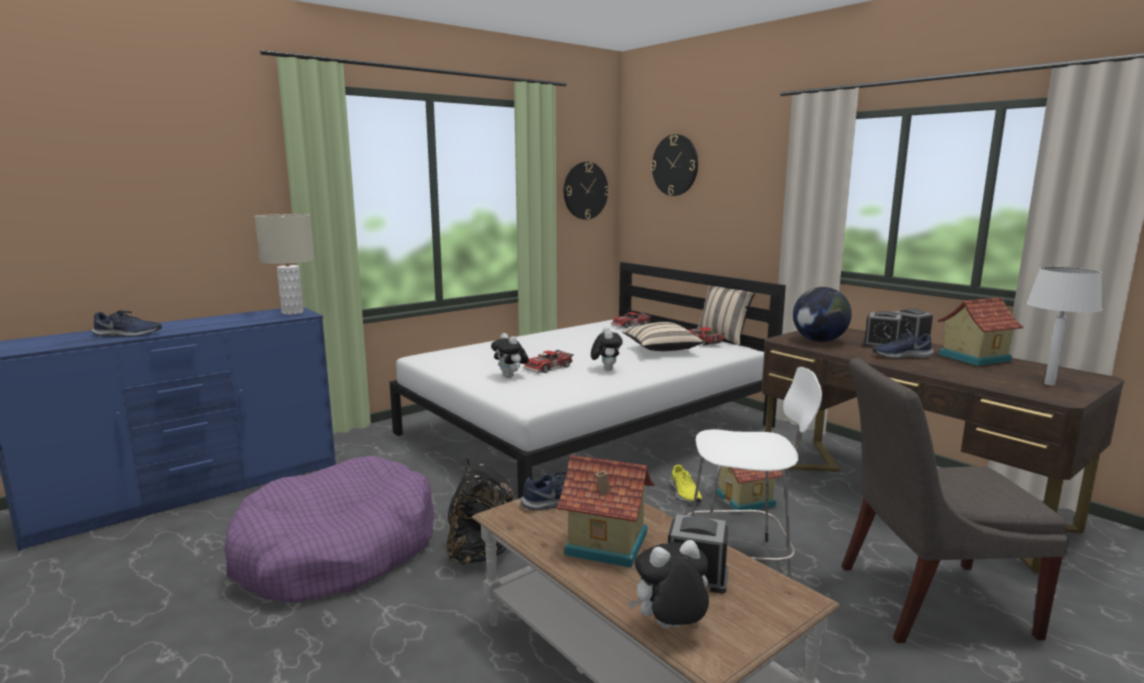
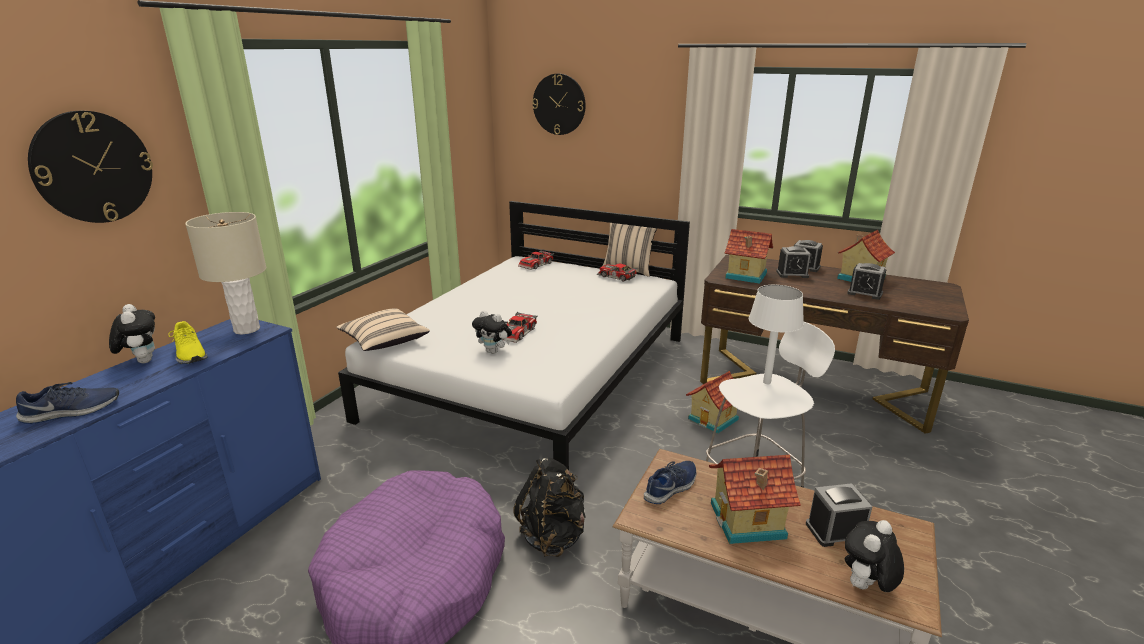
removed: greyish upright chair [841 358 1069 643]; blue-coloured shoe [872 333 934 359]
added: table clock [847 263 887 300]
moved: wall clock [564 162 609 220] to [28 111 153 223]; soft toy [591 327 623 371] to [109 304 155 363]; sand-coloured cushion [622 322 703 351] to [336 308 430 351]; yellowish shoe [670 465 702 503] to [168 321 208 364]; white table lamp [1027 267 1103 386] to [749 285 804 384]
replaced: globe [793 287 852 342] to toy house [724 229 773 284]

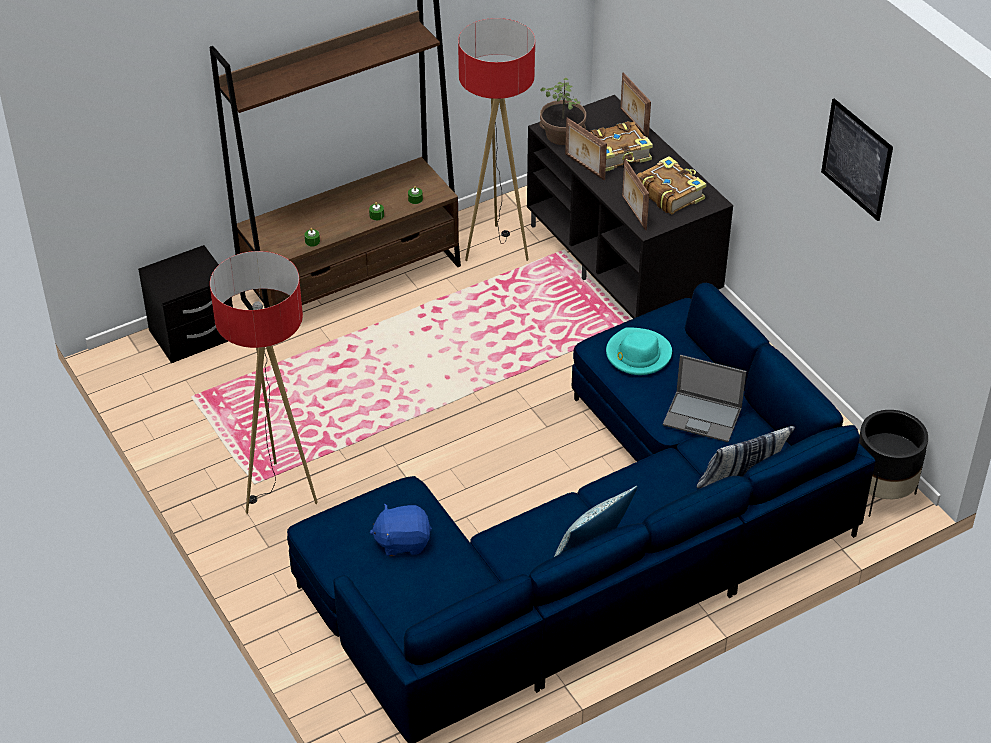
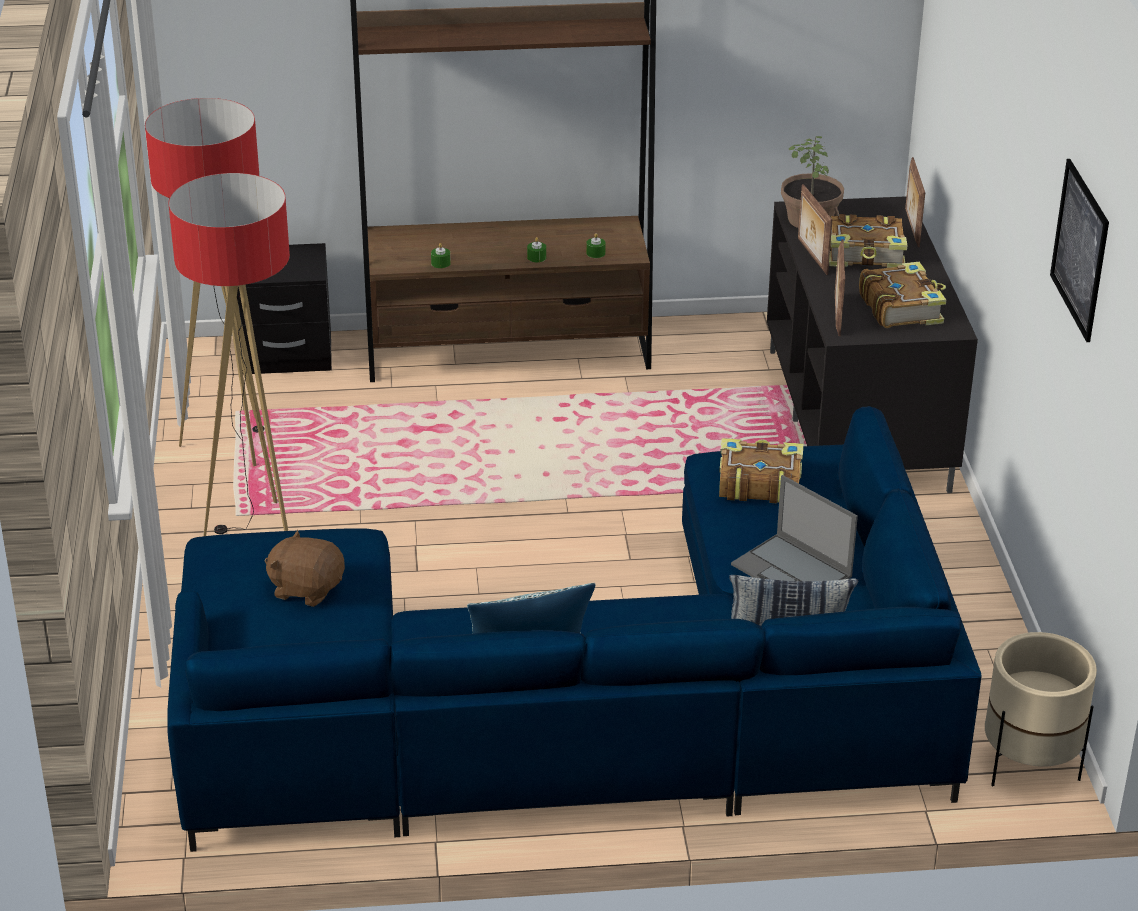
moved: floor lamp [458 18 535 261] to [145 98 265 466]
replaced: turquoise-coloured clothing hat [606 327 672 375] to volume [719 438 803 503]
recoloured: blue-coloured soft toy [370 504 432 556] to brown soft toy [265 530 345 607]; black planter [859 410 928 517] to sand-coloured planter [985 632 1097 786]

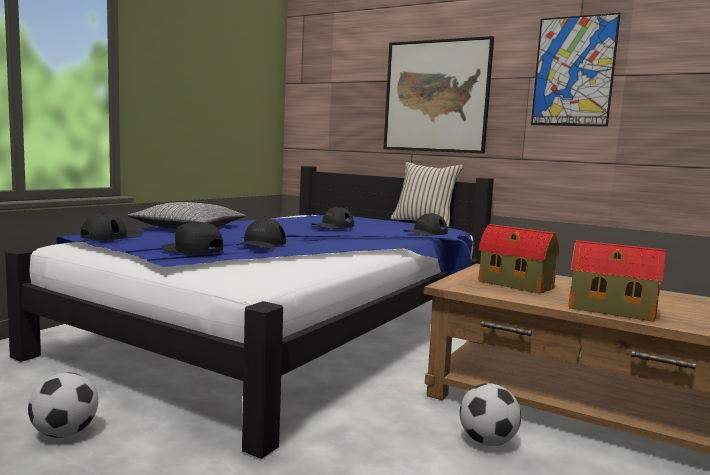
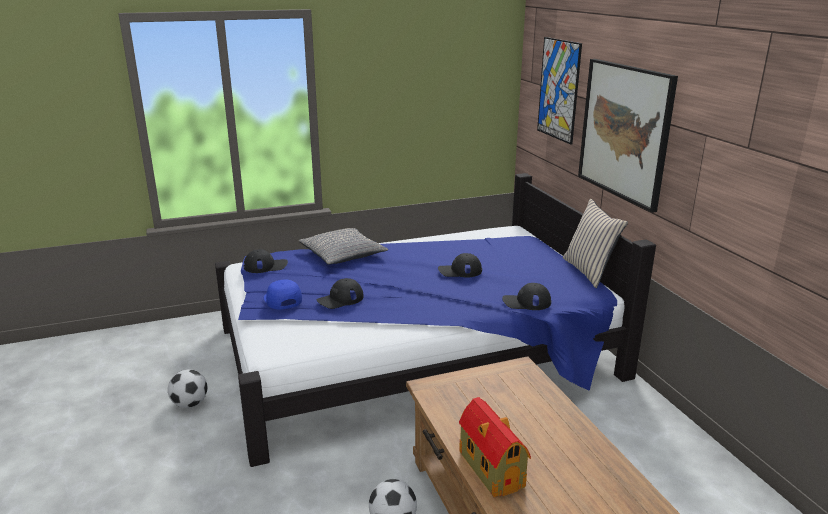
removed: toy house [478 224 559 294]
moved: wall art [531 13 621 127] to [537 37 582 145]
recoloured: black cap [161 222 223 254] to blue-coloured cap [264 280 302 310]

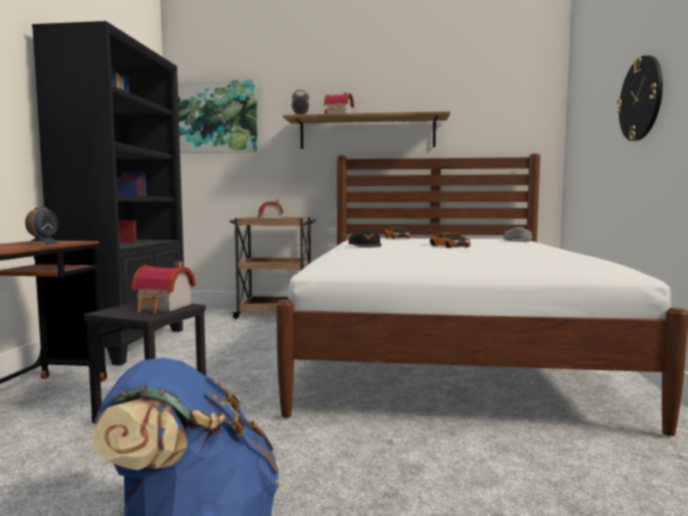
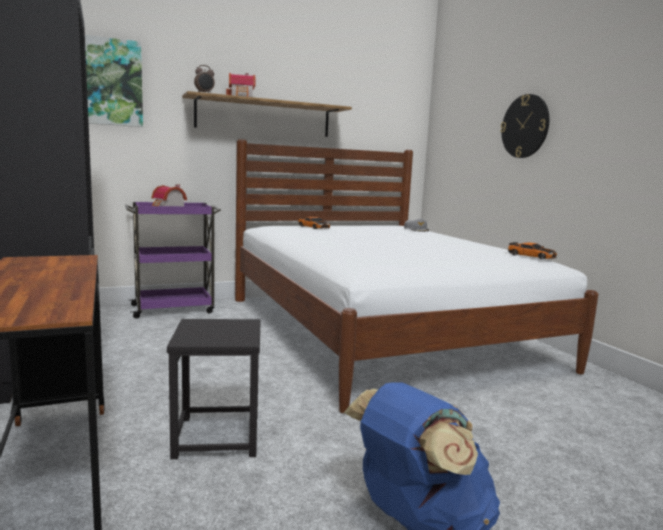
removed: table clock [24 206 61 245]; toy house [131 261 196 313]; black cap [349 230 382 247]
moved: toy car [430 233 471 248] to [507 242 557 259]
recoloured: brown wheeled cart [229 217 316 319] to purple-coloured wheeled cart [125 202 221 319]

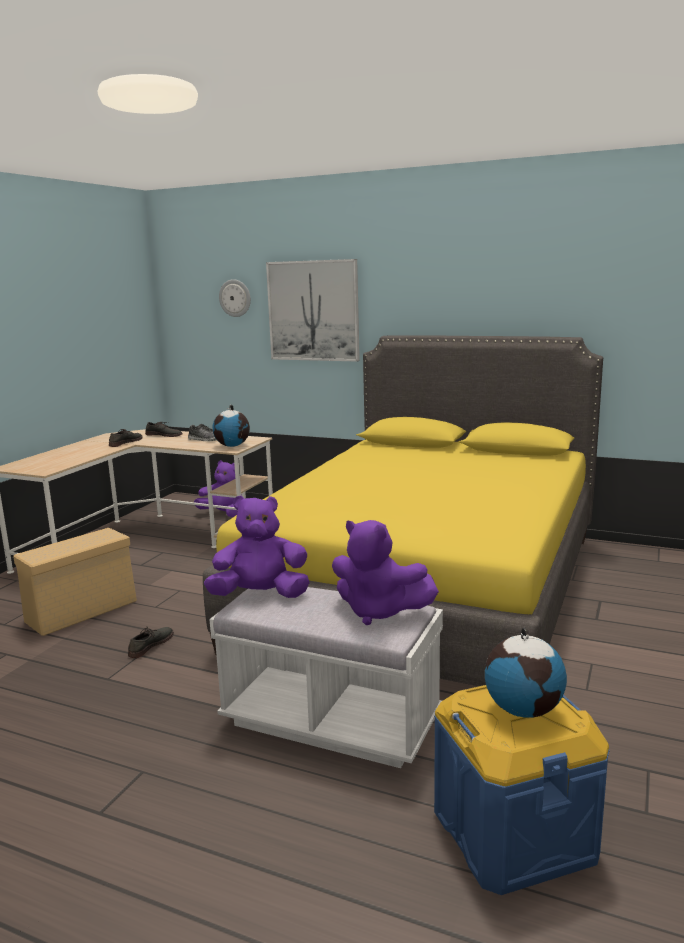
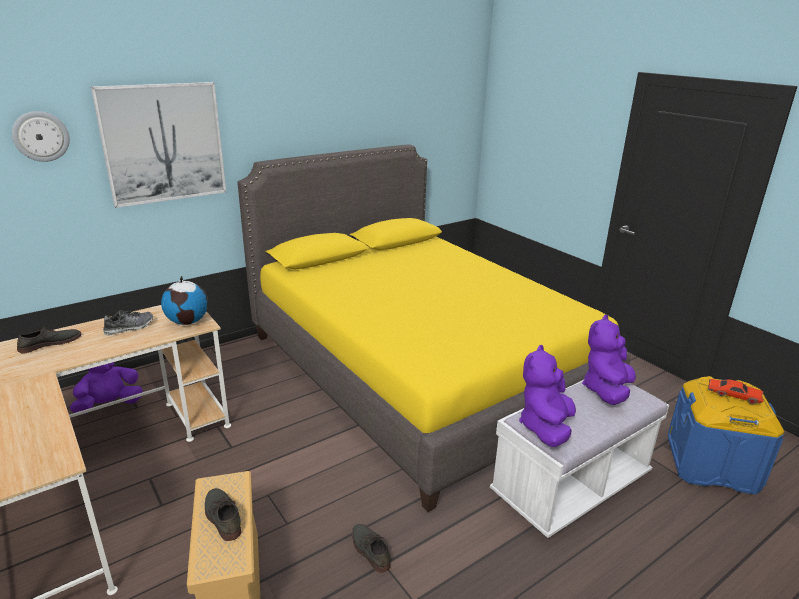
moved: greyish shoe [109 429 143 447] to [205 488 241 541]
replaced: globe [485 627 567 718] to red-coloured toy car [708 379 764 404]
turned: purple-coloured soft toy [332 520 439 625] = [582 315 636 405] 150 degrees clockwise

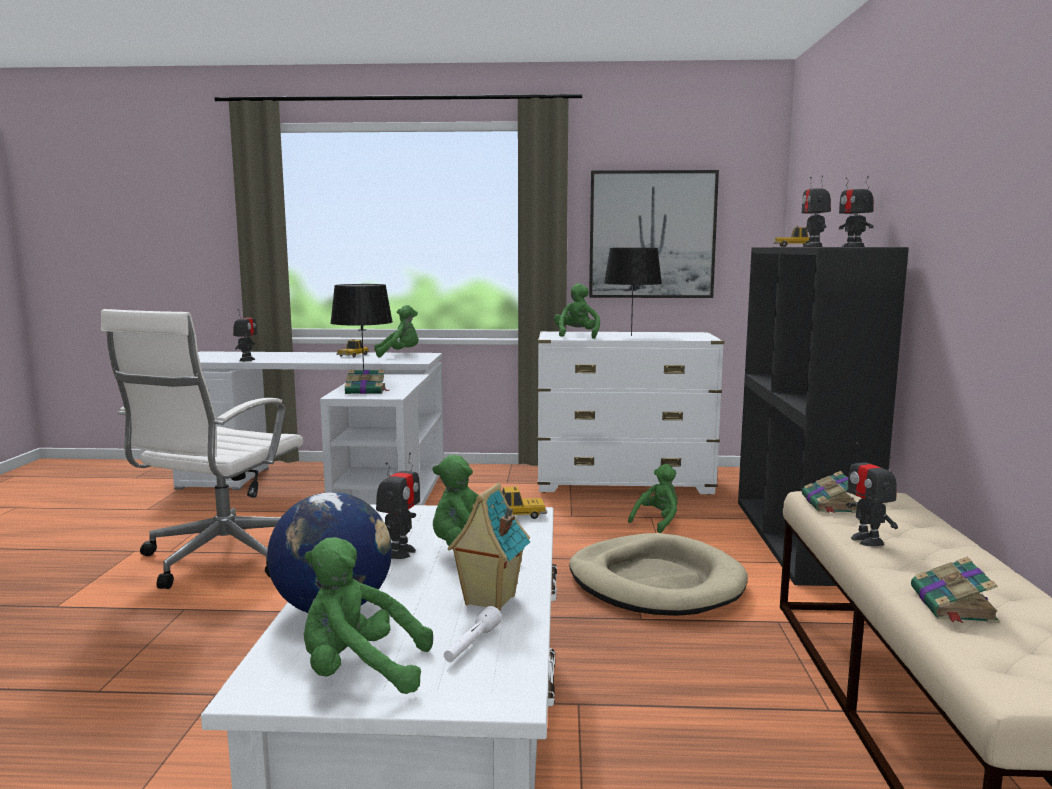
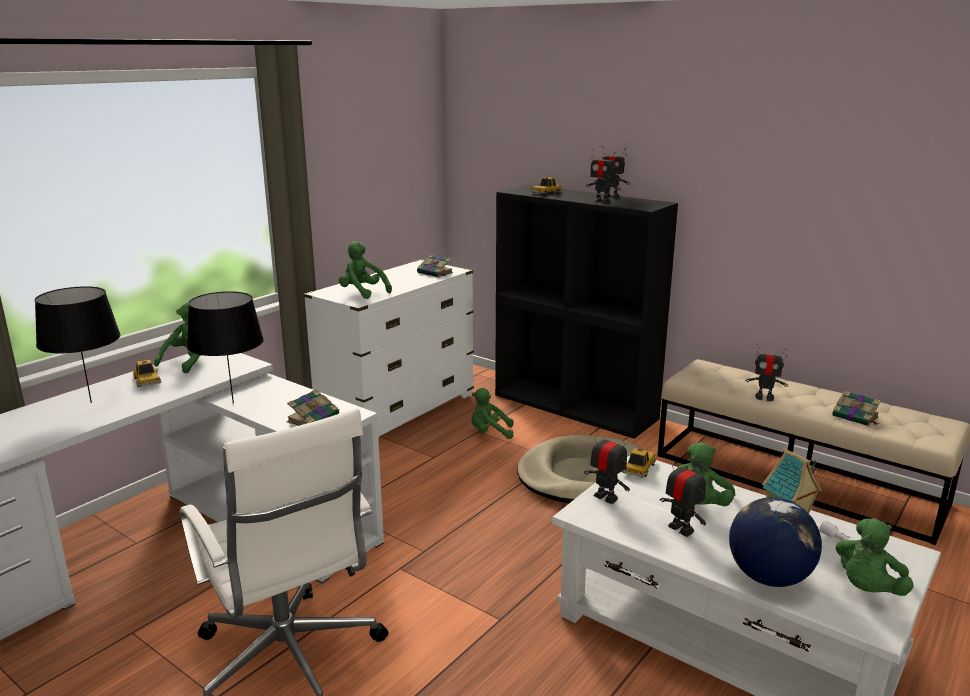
removed: wall art [589 170 719 298]
moved: toy robot [233 308 257 361] to [584 428 630 504]; black table lamp [604 248 662 336] to [35 286 121 403]; volume [802 471 857 513] to [417 254 453 278]
turned: green soft toy [628 464 677 533] = [471 388 513 439] 75 degrees counterclockwise

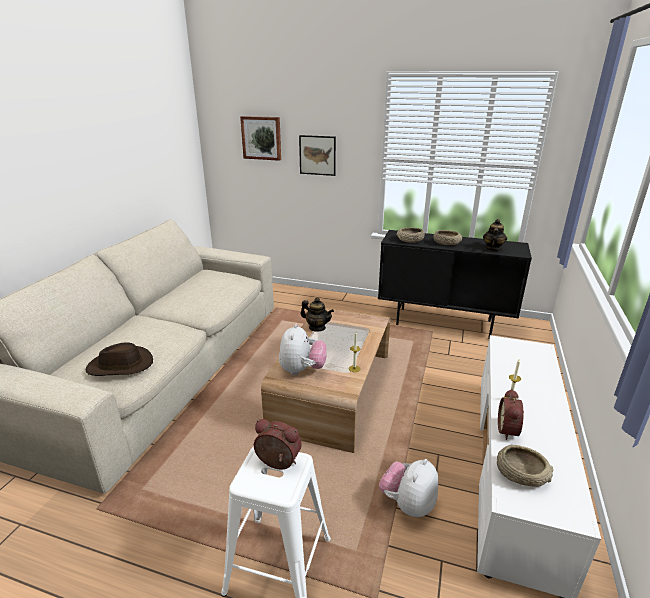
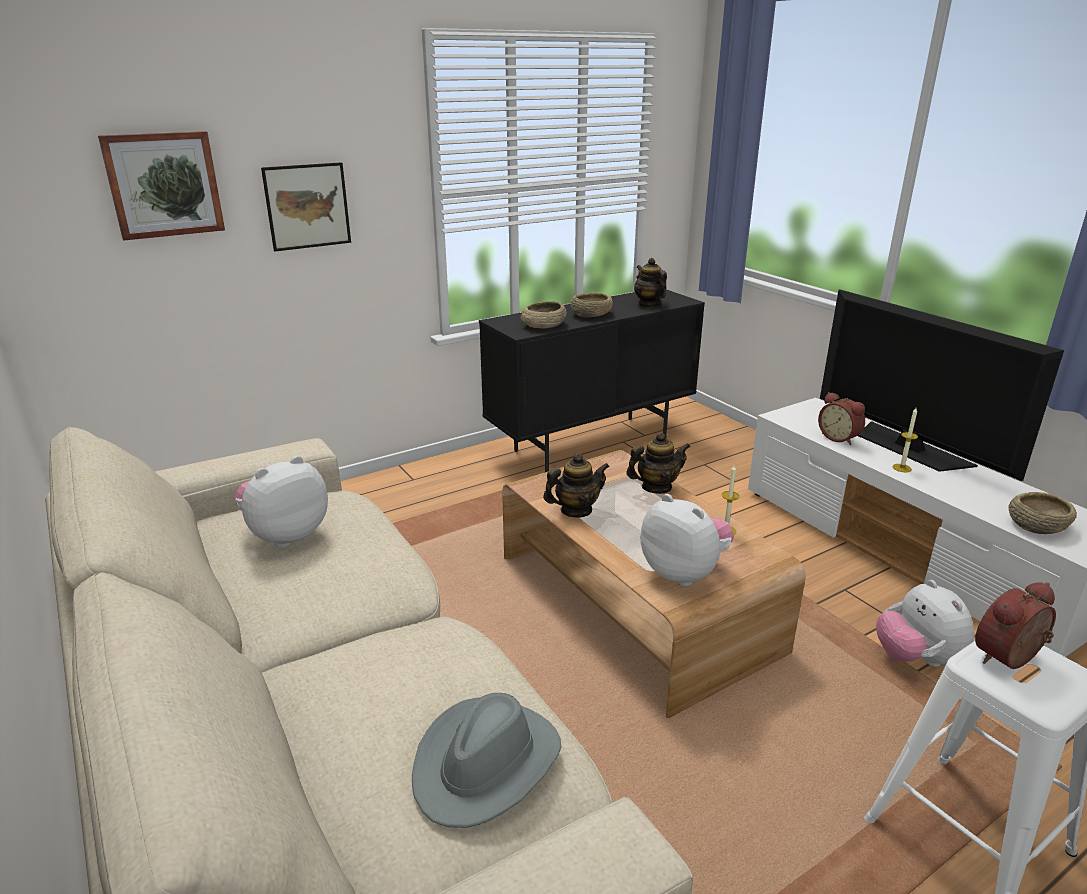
added: soft toy [235 456 328 548]; teapot [626 432 691 494]; TV set [820 290 1064 481]
moved: table clock [498 389 524 440] to [818 392 865 445]
recoloured: brown clothing hat [85 343 153 376] to greyish clothing hat [412 693 561 828]

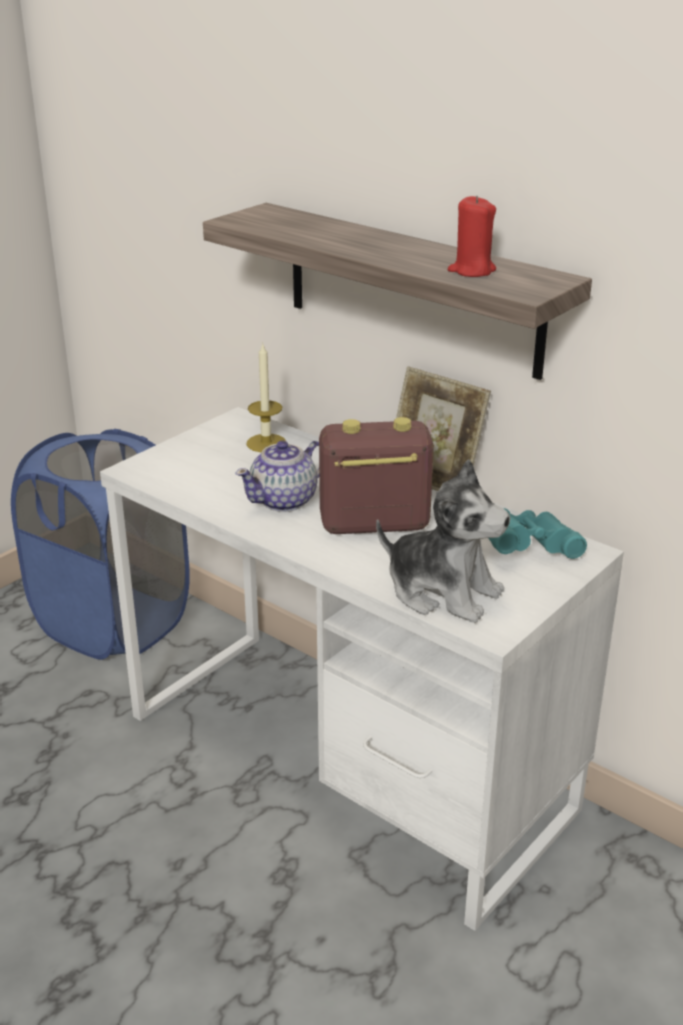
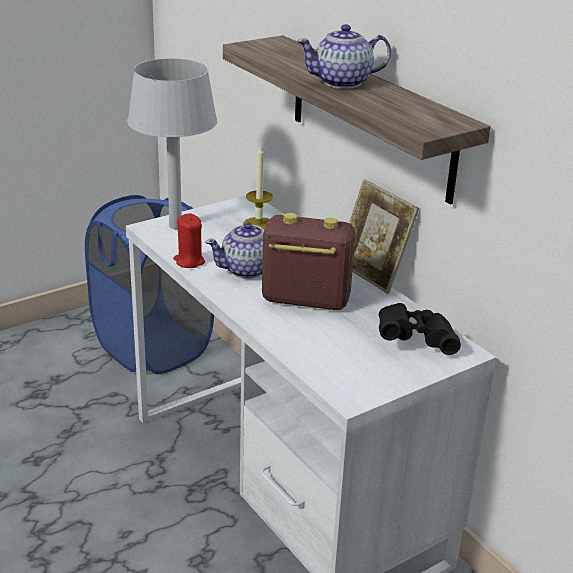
removed: soft toy [376 459 510 623]
added: greyish table lamp [127 58 217 229]; teapot [297 24 391 89]
moved: red-coloured wax light [448 195 496 277] to [173 214 205 268]
recoloured: turquoise-coloured binoculars [488 508 587 559] to black binoculars [379 303 461 355]

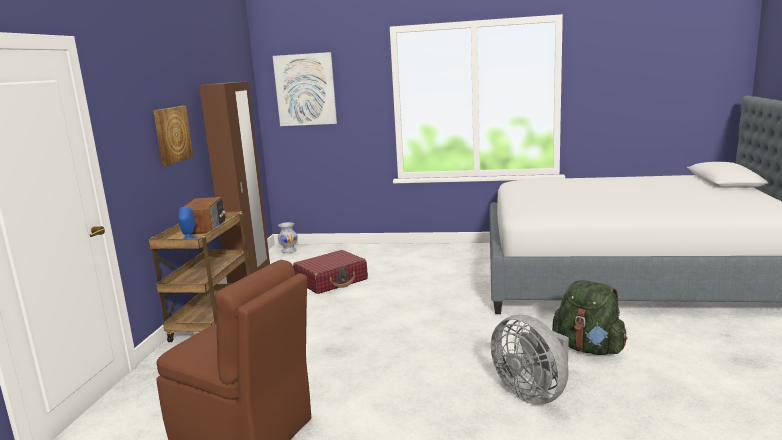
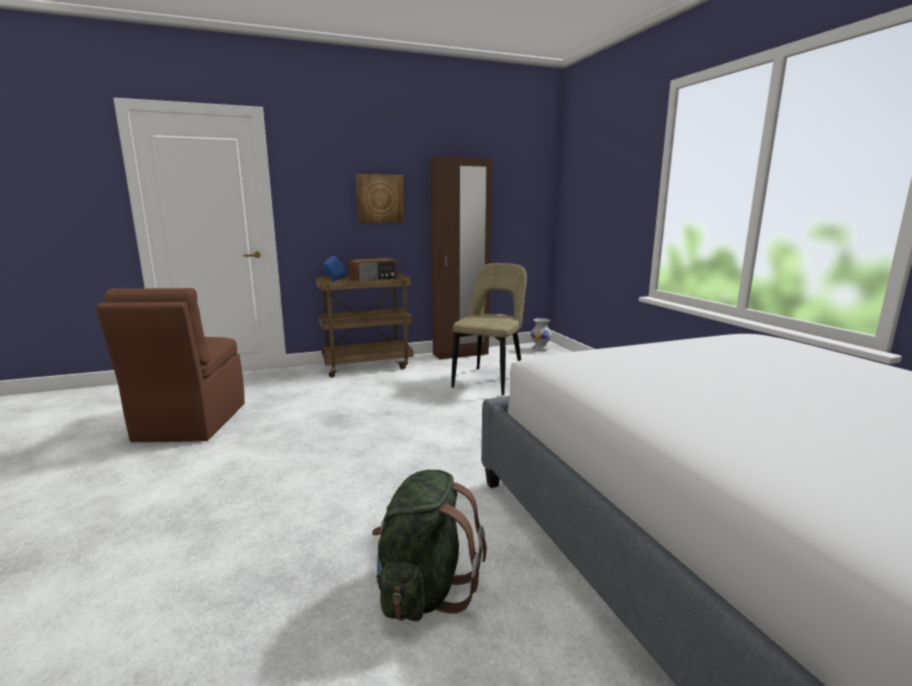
removed: wall art [273 52 337 126]; greyish fan [491 315 569 405]
replaced: red-coloured travel case [293 250 368 294] to sand-coloured upright chair [451 263 527 396]

